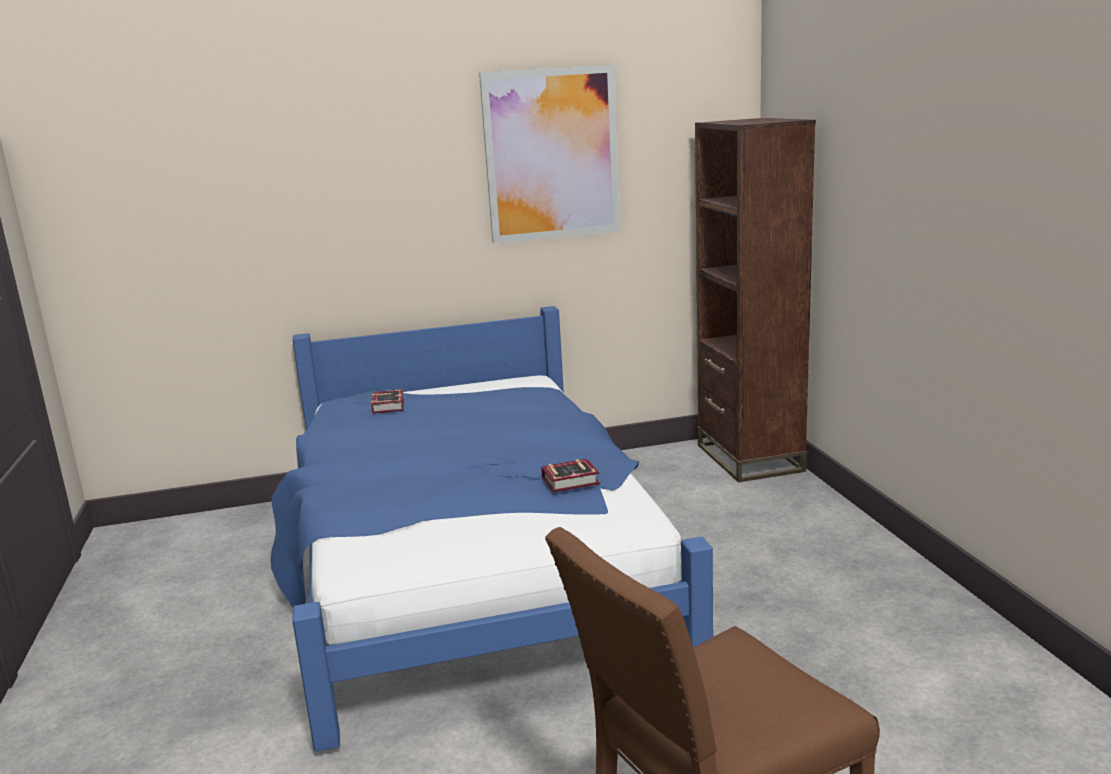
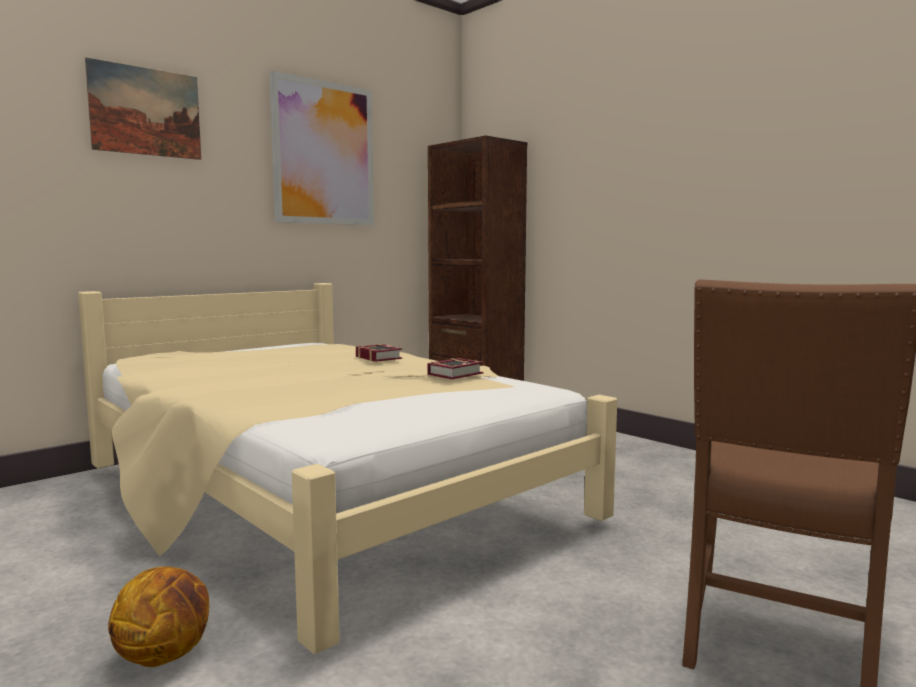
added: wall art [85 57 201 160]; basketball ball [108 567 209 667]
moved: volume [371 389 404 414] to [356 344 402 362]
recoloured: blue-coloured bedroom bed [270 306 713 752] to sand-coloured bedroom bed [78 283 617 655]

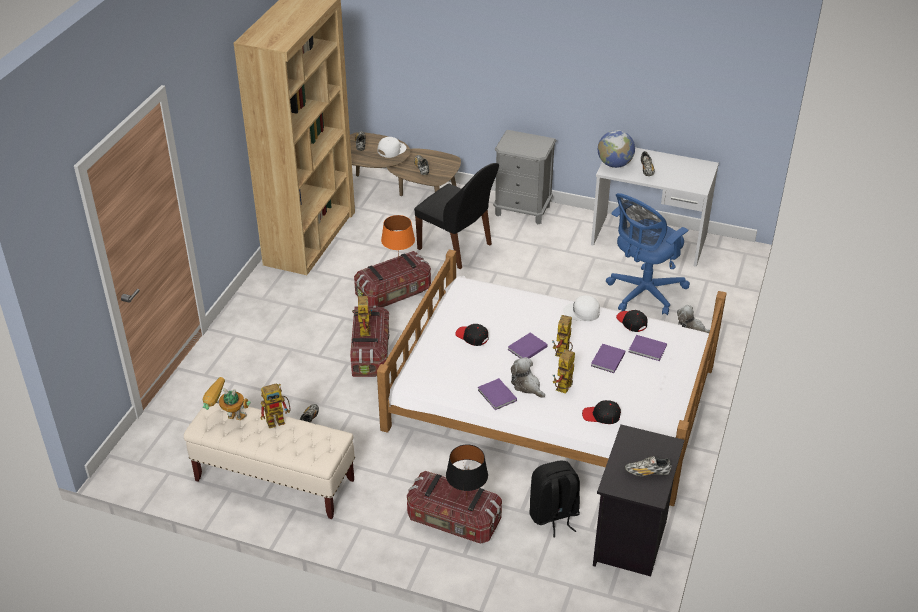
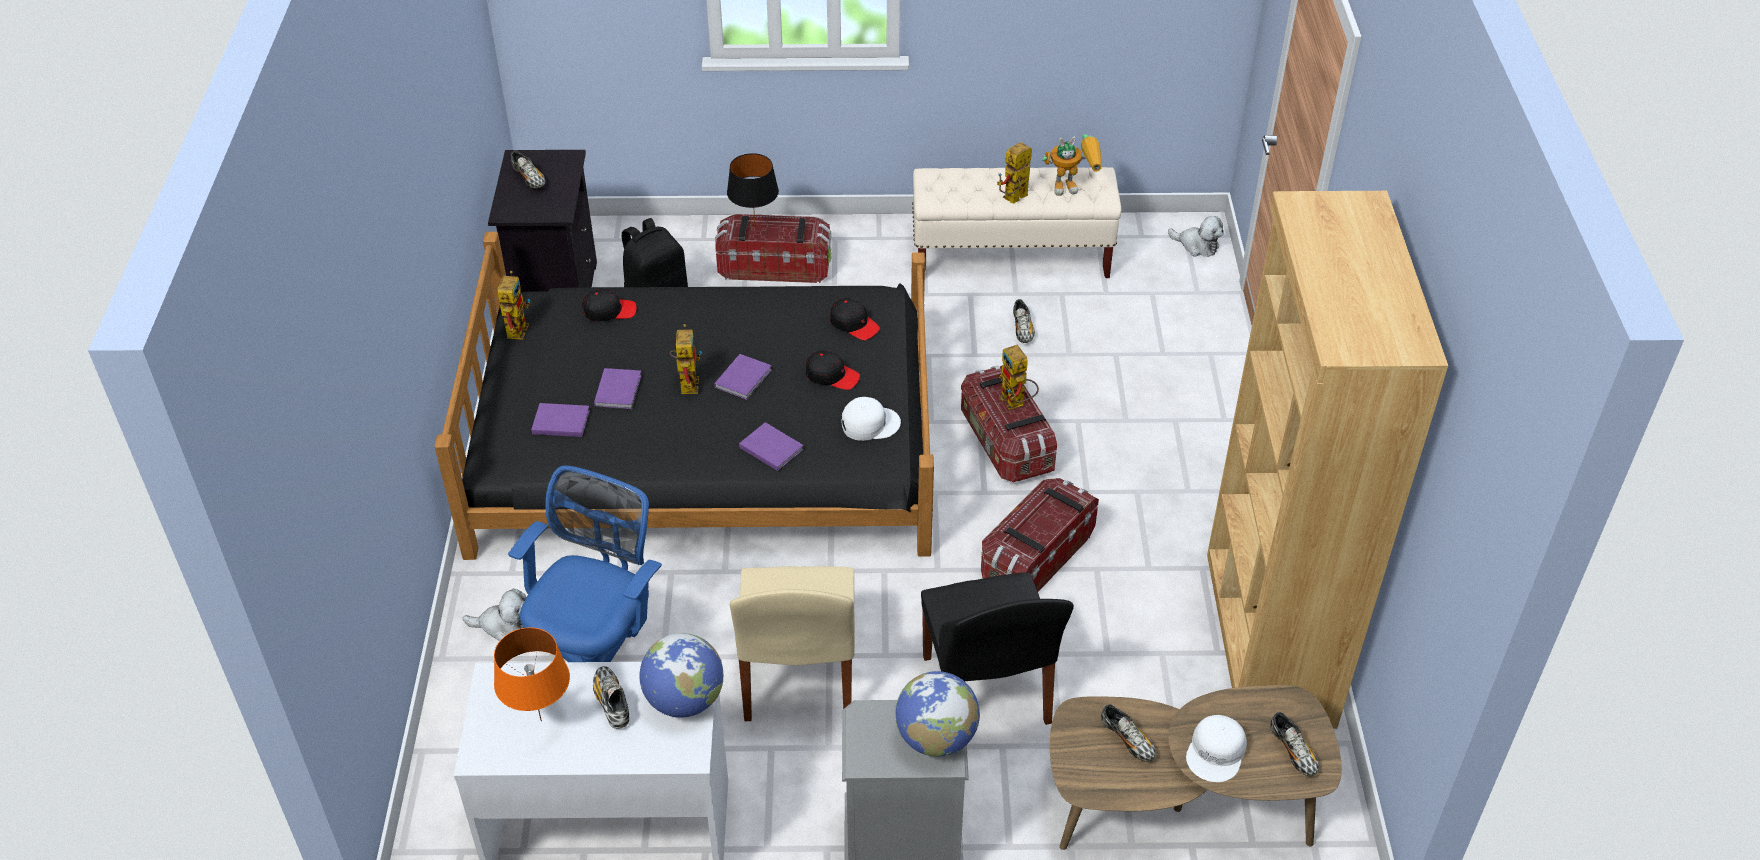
added: sand-coloured upright chair [730 566 855 721]; globe [895 671 980 757]
moved: orange-coloured table lamp [381 215 415 255] to [494 627 570 721]; purple-coloured volume [478 378 517 410] to [739 422 804 471]; soft toy [511 357 545 398] to [1168 216 1224 257]; toy robot [553 349 575 394] to [498 271 530 340]; white cap [563 295 600 321] to [842 397 901 441]; black cap [616 310 647 332] to [830 298 880 340]
recoloured: white bedroom bed [377 249 727 506] to black bedroom bed [434 232 934 560]
turned: black upright chair [414 163 499 269] = [921 572 1074 725] 120 degrees counterclockwise; shoe [625 456 672 476] = [511 150 545 189] 75 degrees clockwise

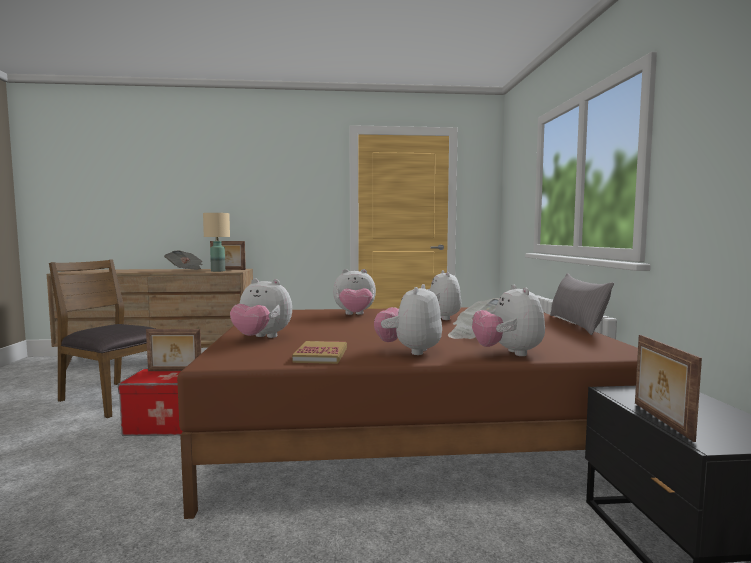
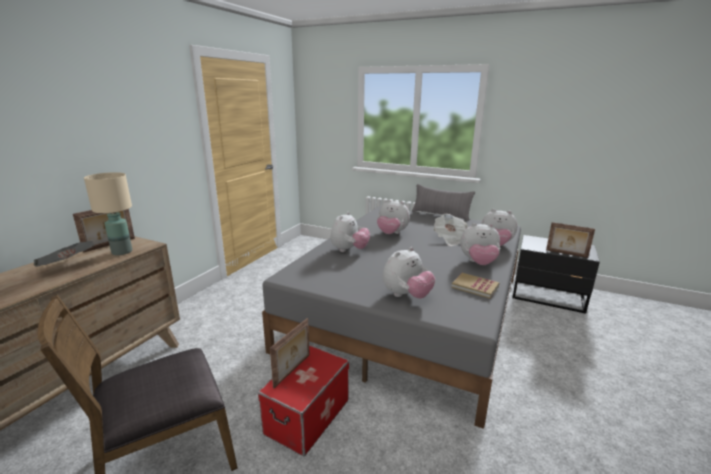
recoloured: brown bedroom bed [177 308 638 519] to greyish bedroom bed [262 207 521 429]
turned: soft toy [374 284 442 355] = [460 223 500 265] 45 degrees counterclockwise

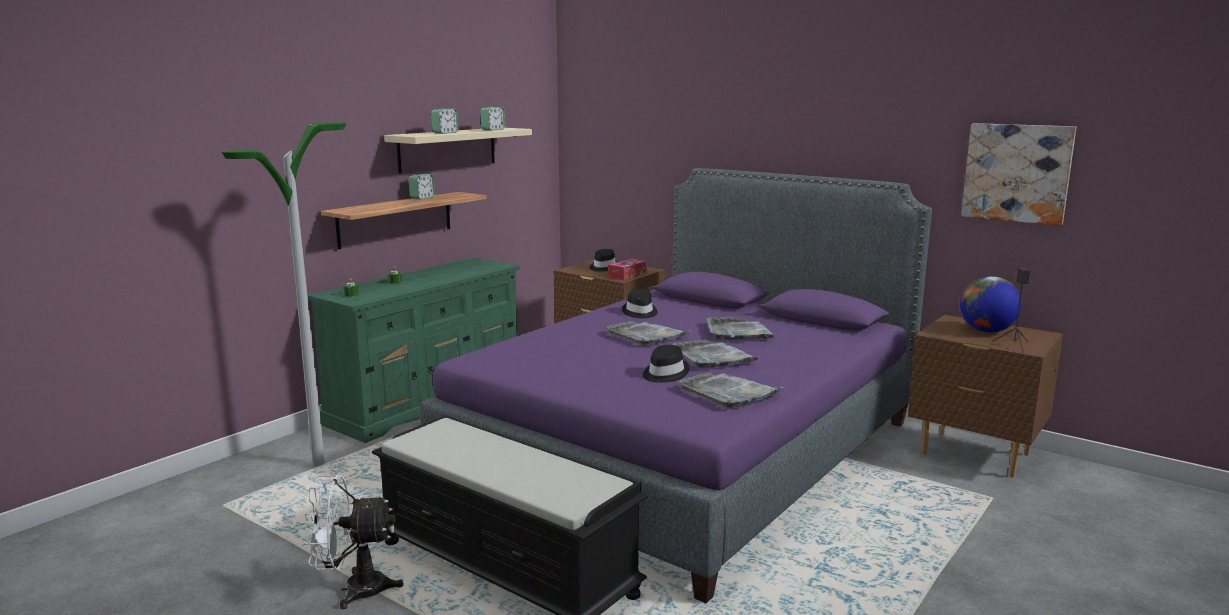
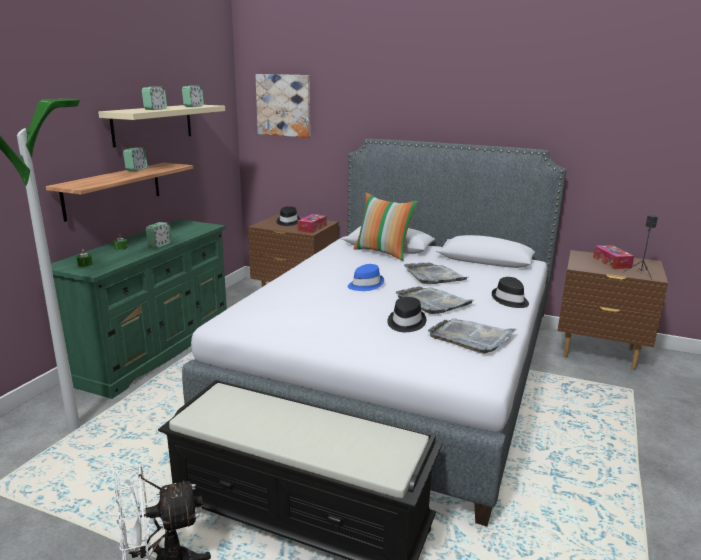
added: table clock [146 222 172 248]; cushion [354 193 418 261]
moved: black clothing hat [622 289 658 318] to [492 277 529 308]; wall art [961 123 1076 226] to [255 74 310 138]
replaced: greyish tray [606 321 693 346] to blue-coloured clothing hat [348 264 384 291]; globe [960 276 1022 333] to tissue box [593 245 634 269]
recoloured: purple-coloured bedroom bed [420 168 932 603] to greyish bedroom bed [182 139 567 526]

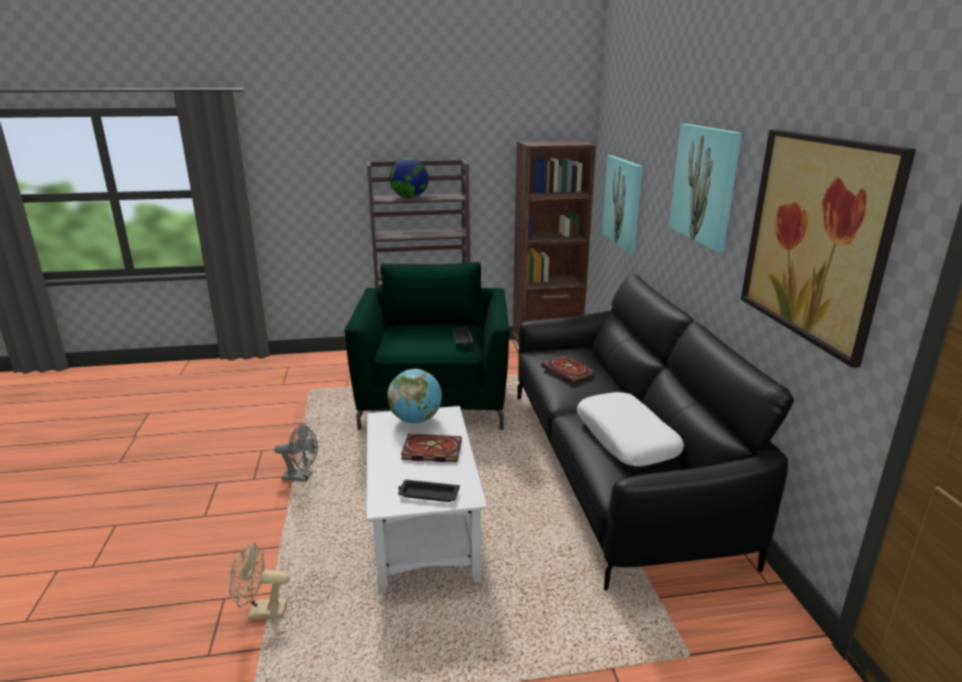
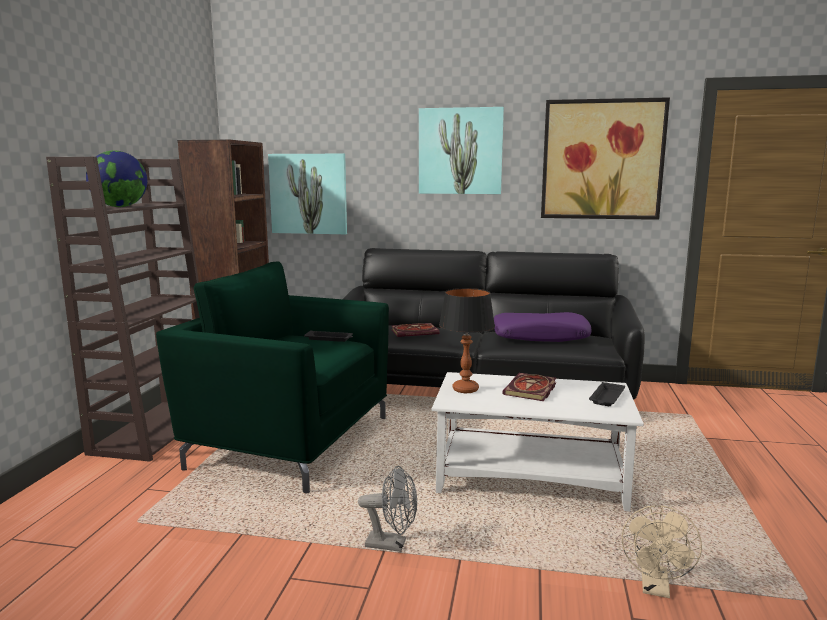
replaced: globe [387 369 442 423] to table lamp [439 288 495 393]
recoloured: white cushion [577 392 684 467] to purple-coloured cushion [494 312 592 342]
turned: greyish fan [274 424 318 481] = [358 466 417 552] 75 degrees clockwise

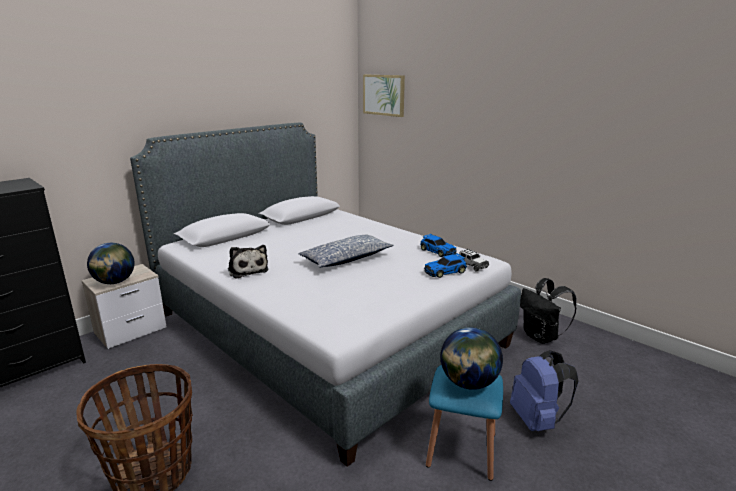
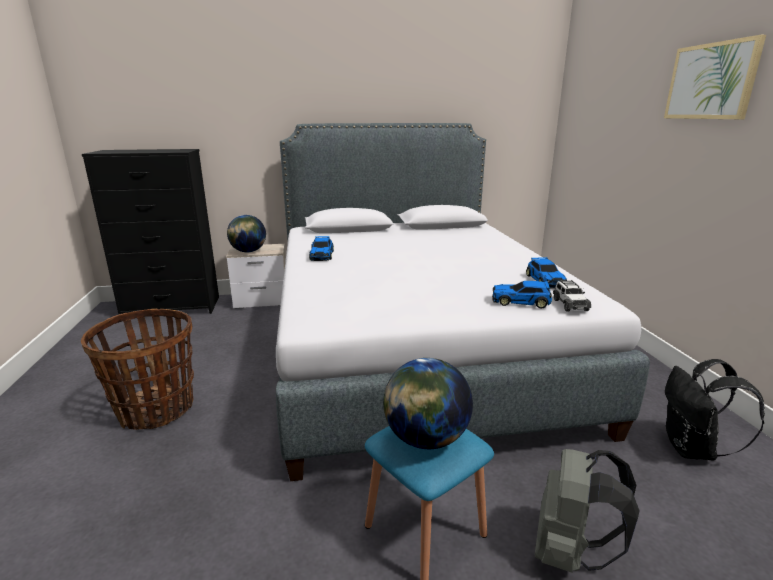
removed: cushion [299 234 394 268]
moved: wall art [363 74 405 117] to [664 35 766 119]
replaced: soft toy [228 245 268 279] to toy car [309 236 334 261]
recoloured: blue-coloured rucksack [510 350 578 431] to greyish rucksack [535 449 640 573]

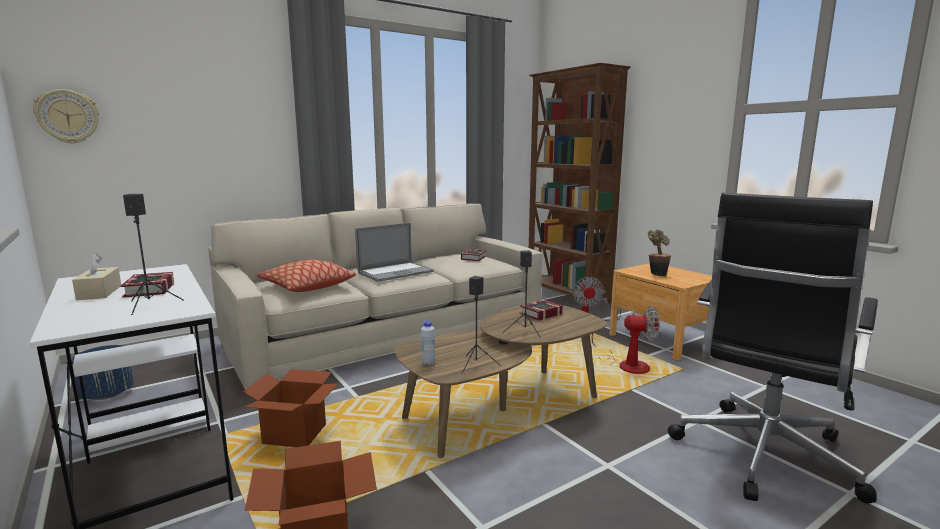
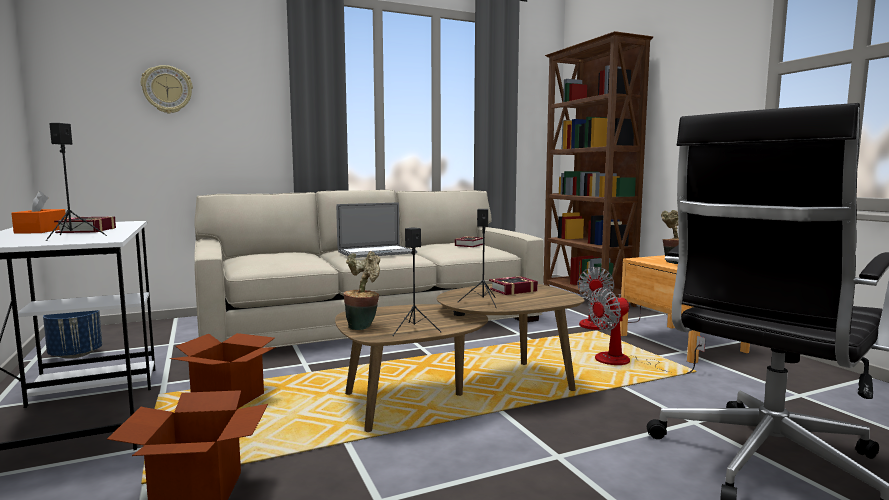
removed: cushion [257 259 356 292]
moved: wall clock [33 89 99 144] to [141 65 193 114]
replaced: white bottle [420 321 436 366] to potted plant [344 251 380 330]
recoloured: sand-coloured tissue box [72 253 121 300] to orange-coloured tissue box [11 191 66 234]
turned: fan [592 305 660 374] = [588 287 706 374] 135 degrees clockwise

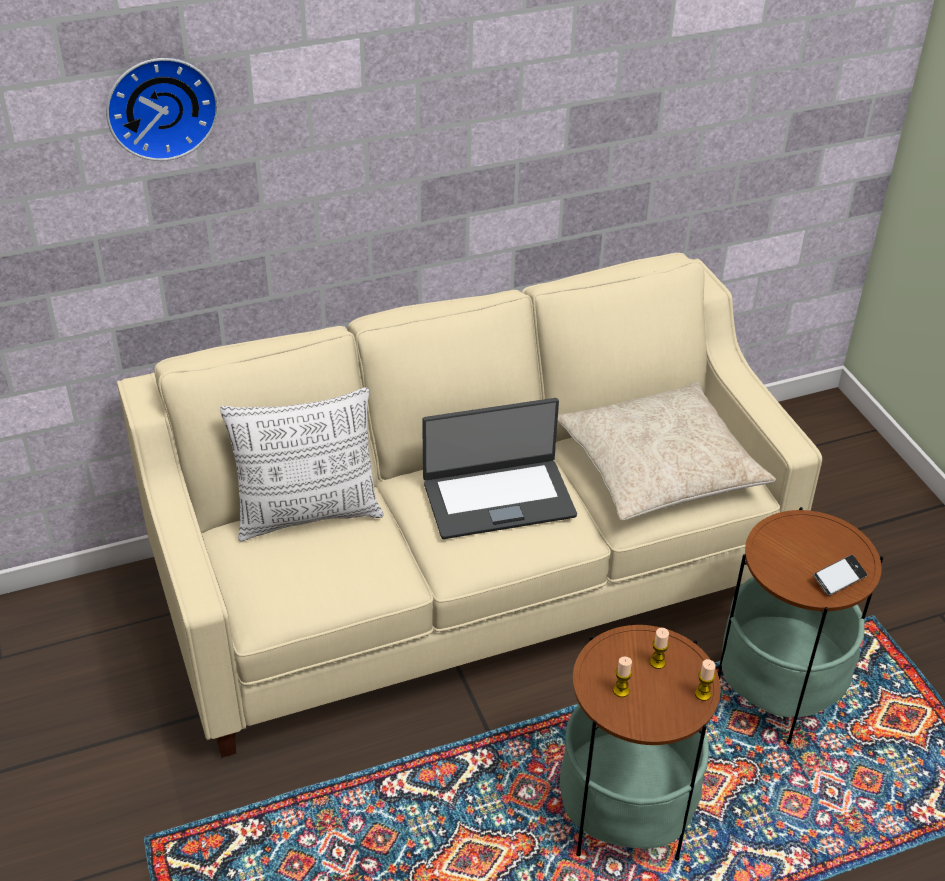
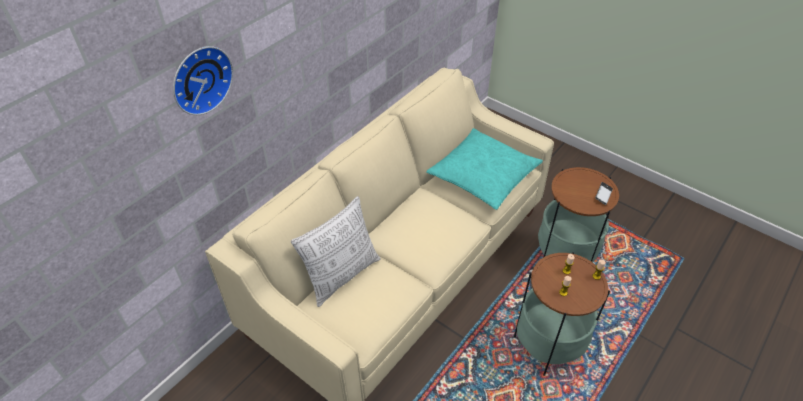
removed: portable computer [422 398 577 539]
recoloured: sand-coloured cushion [558 382 776 520] to turquoise-coloured cushion [426 128 543 210]

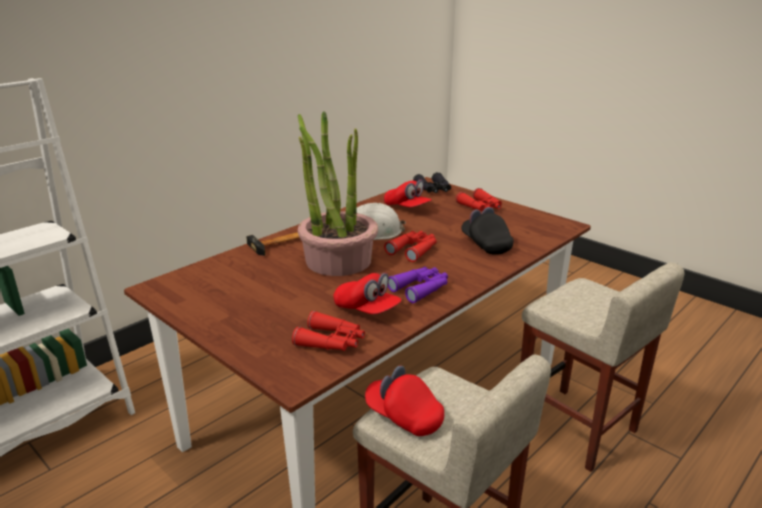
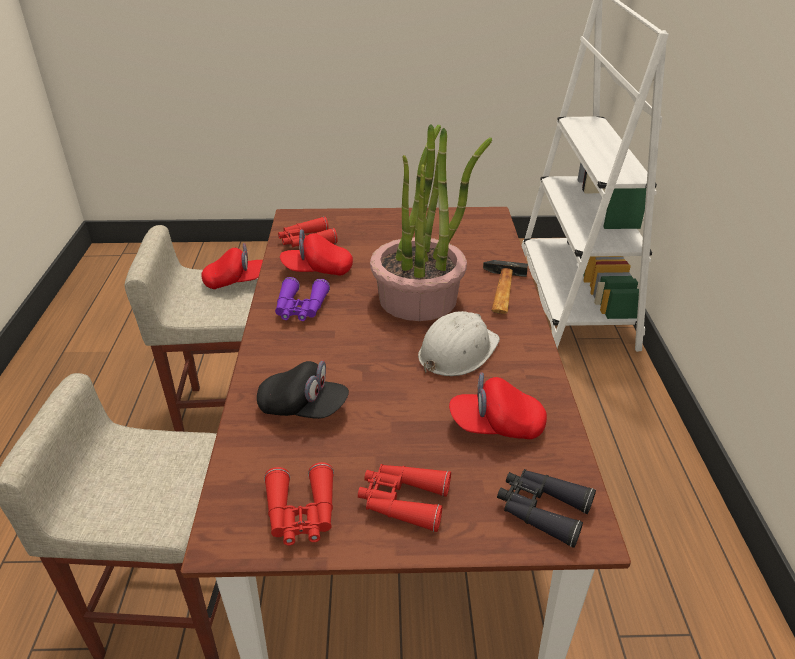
moved: red-coloured binoculars [384 231 437 262] to [264 462 334 545]

